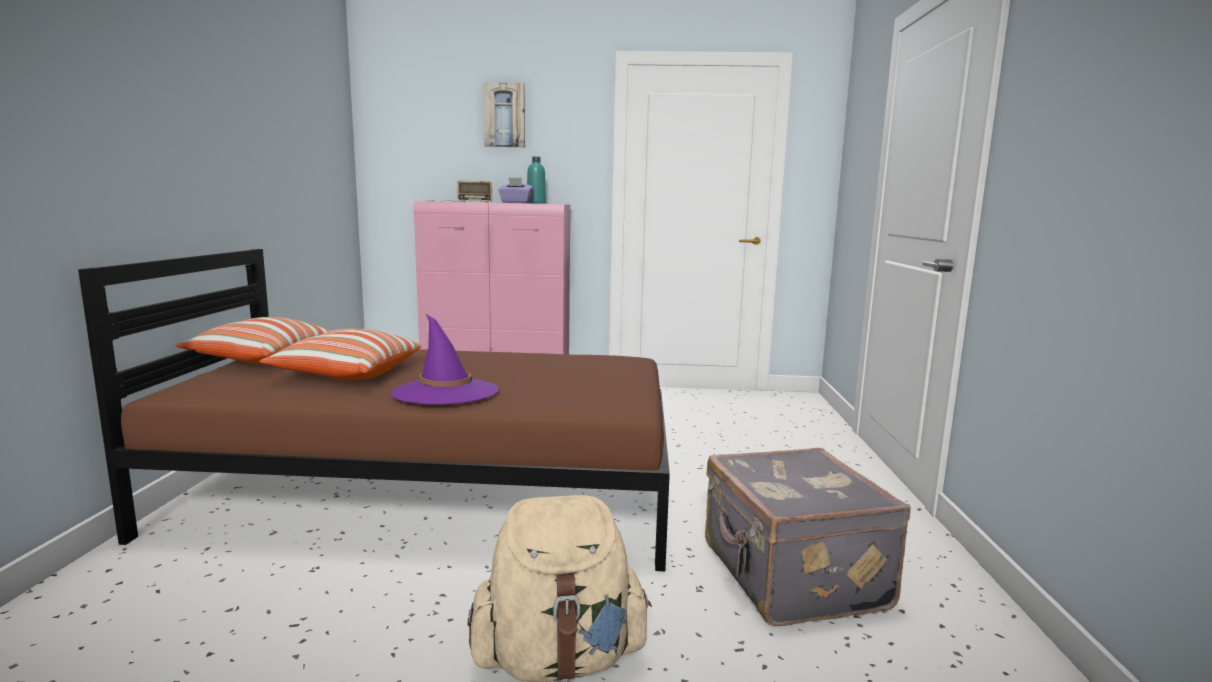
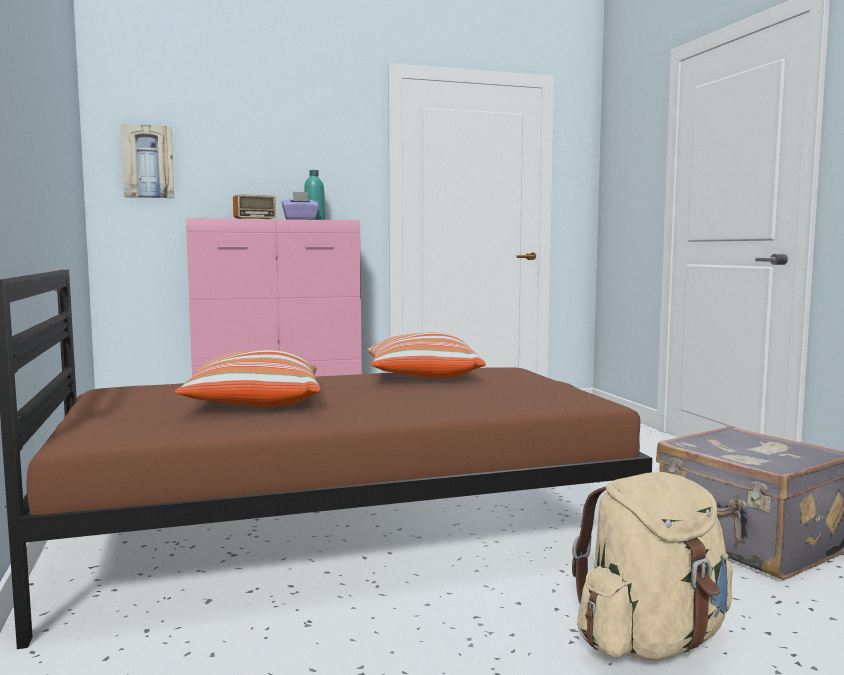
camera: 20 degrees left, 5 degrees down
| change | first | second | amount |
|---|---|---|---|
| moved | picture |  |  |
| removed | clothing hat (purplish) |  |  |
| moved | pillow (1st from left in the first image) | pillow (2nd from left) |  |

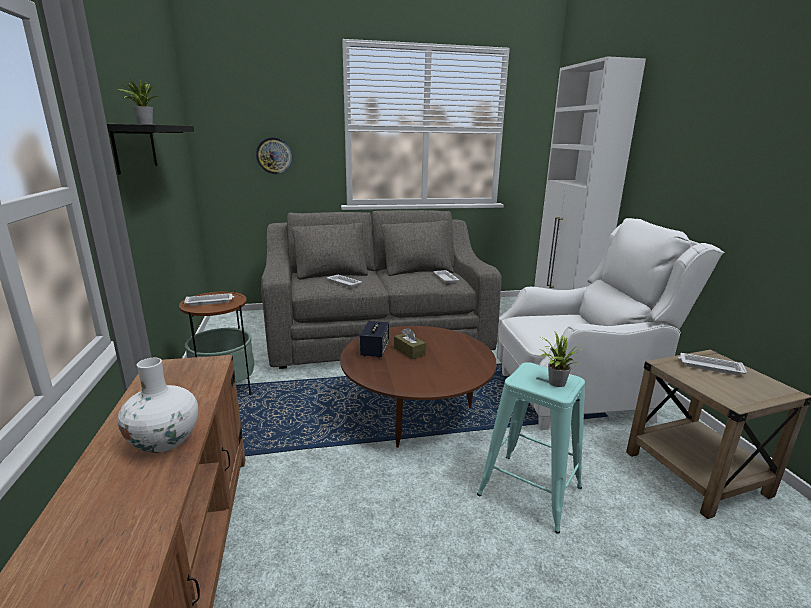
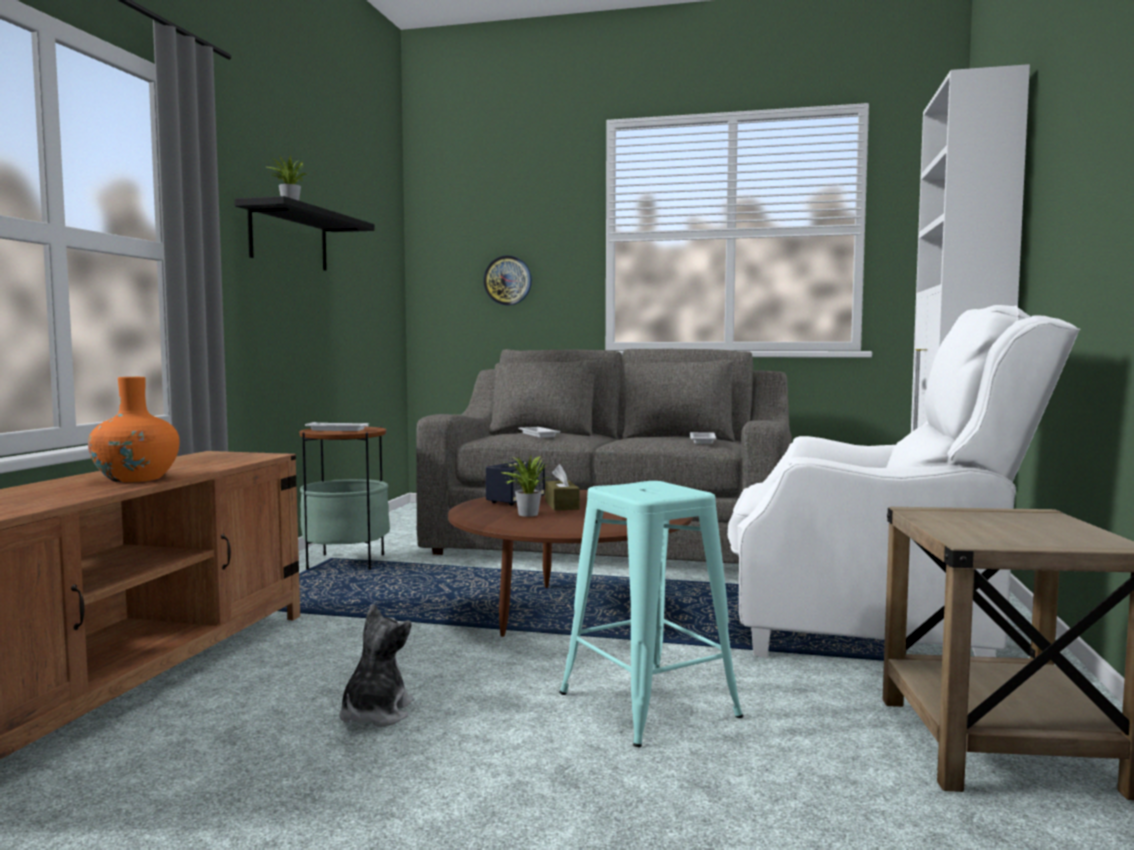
camera: 25 degrees right, 15 degrees down
| change | first | second | amount |
|---|---|---|---|
| moved | houseplant (2nd from left) |  |  |
| removed | serving tray (white) (4th from left) |  |  |
| recoloured | decorative vase (white) | decorative vase (orange-coloured) |  |
| added |  | cuddly toy |  |

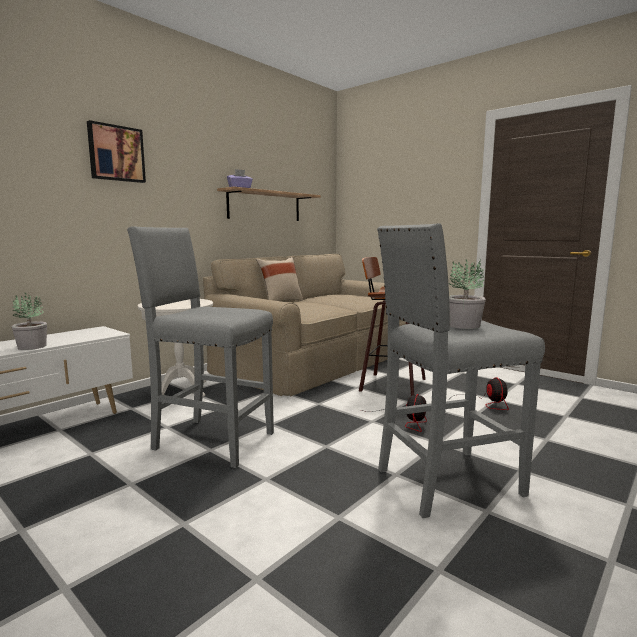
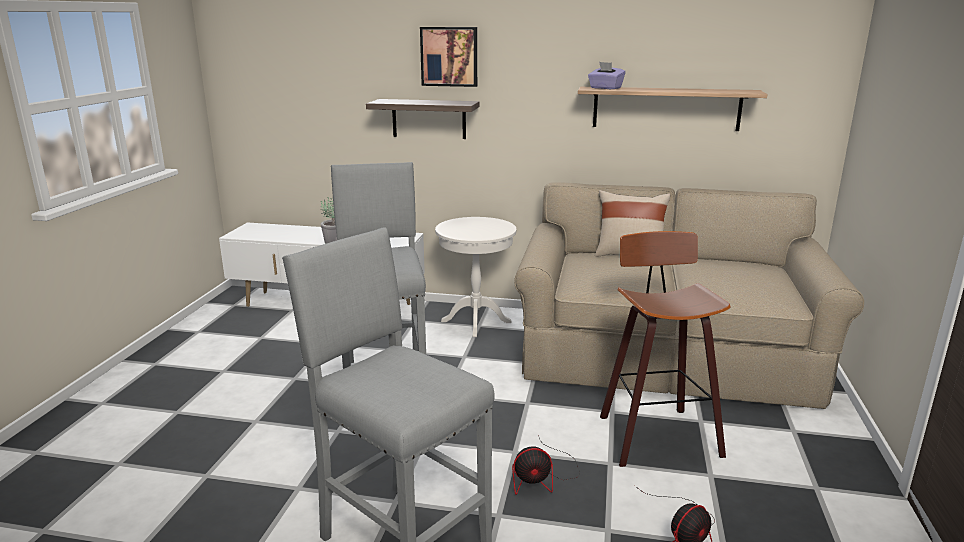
camera: 60 degrees right, 10 degrees up
| change | first | second | amount |
|---|---|---|---|
| removed | houseplant (2nd from left) |  |  |
| added |  | wall shelf (1st from left) |  |

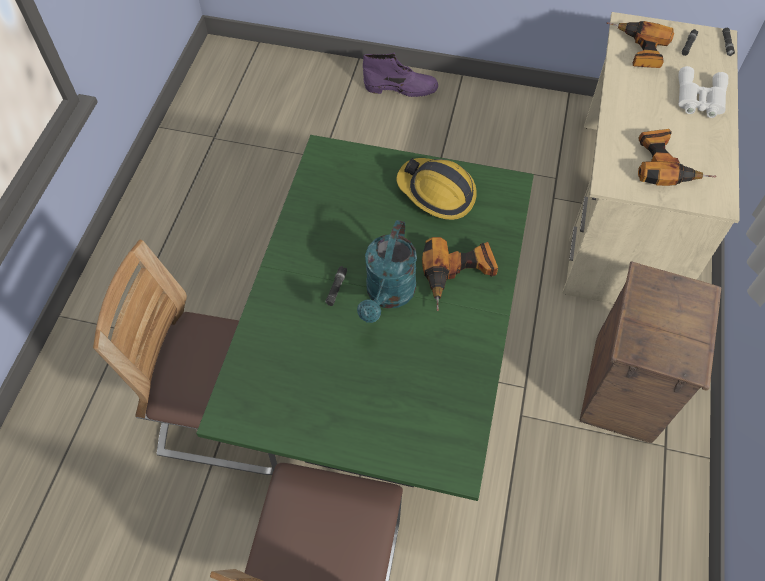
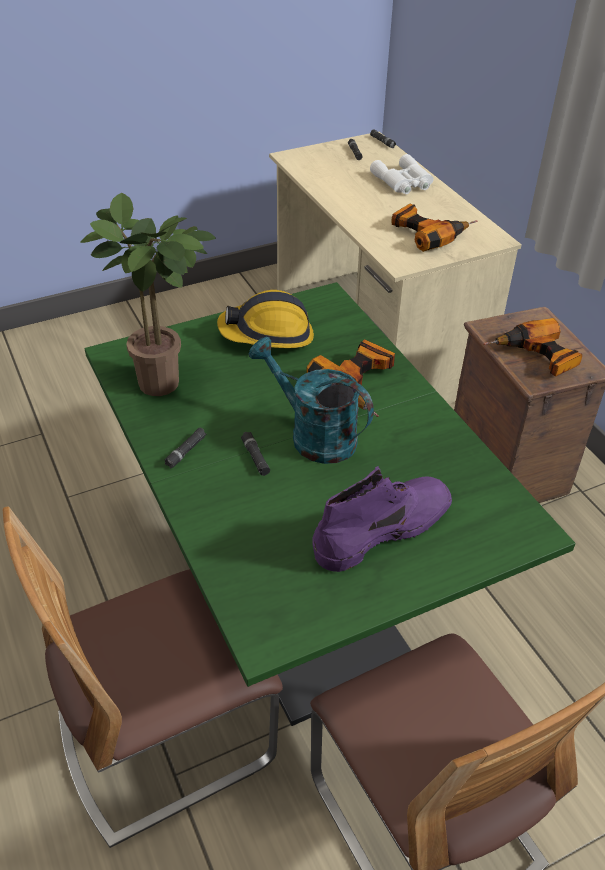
camera: 40 degrees left, 15 degrees down
| change | first | second | amount |
|---|---|---|---|
| moved | power drill (2nd from left in the first image) | power drill (3rd from left) |  |
| moved | boot (purplish) |  |  |
| turned | watering pot (turquoise) |  | 150 degrees clockwise |
| added |  | houseplant |  |
| added |  | hand torch (blackish) (1st from left) |  |

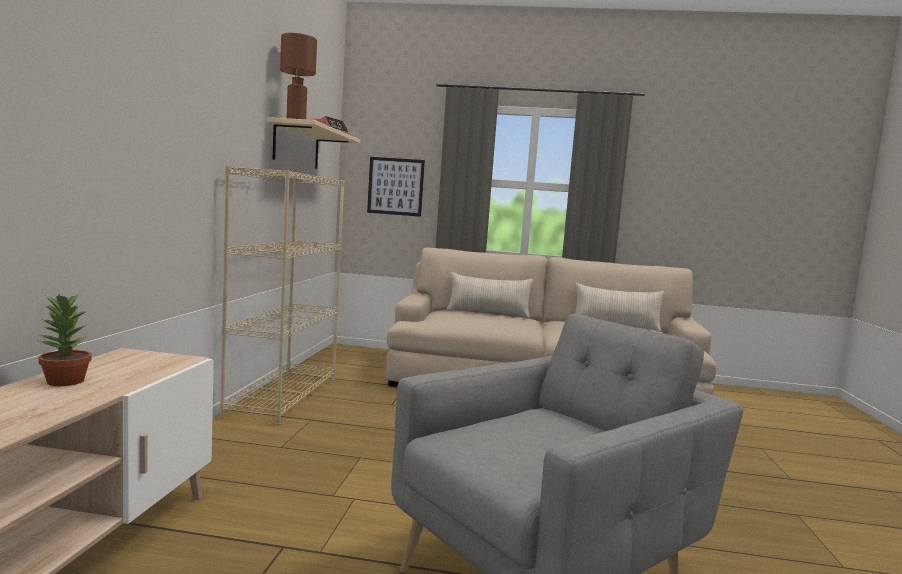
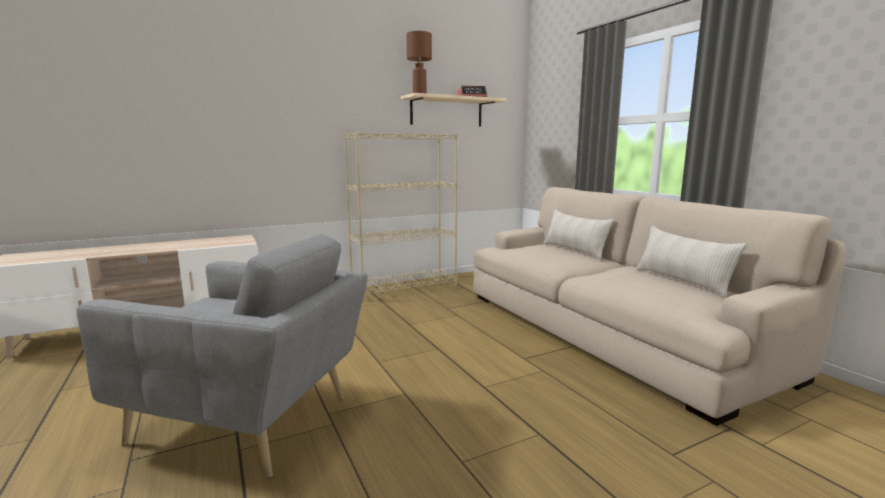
camera: 55 degrees right, 5 degrees up
| change | first | second | amount |
|---|---|---|---|
| removed | picture |  |  |
| removed | houseplant |  |  |

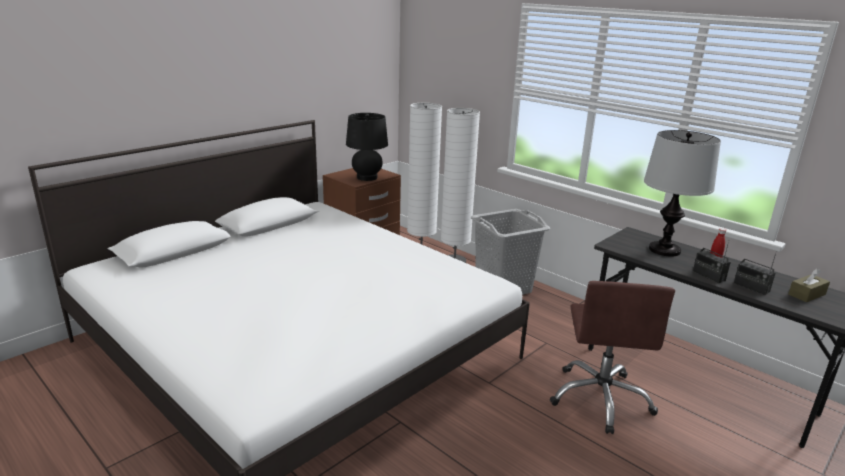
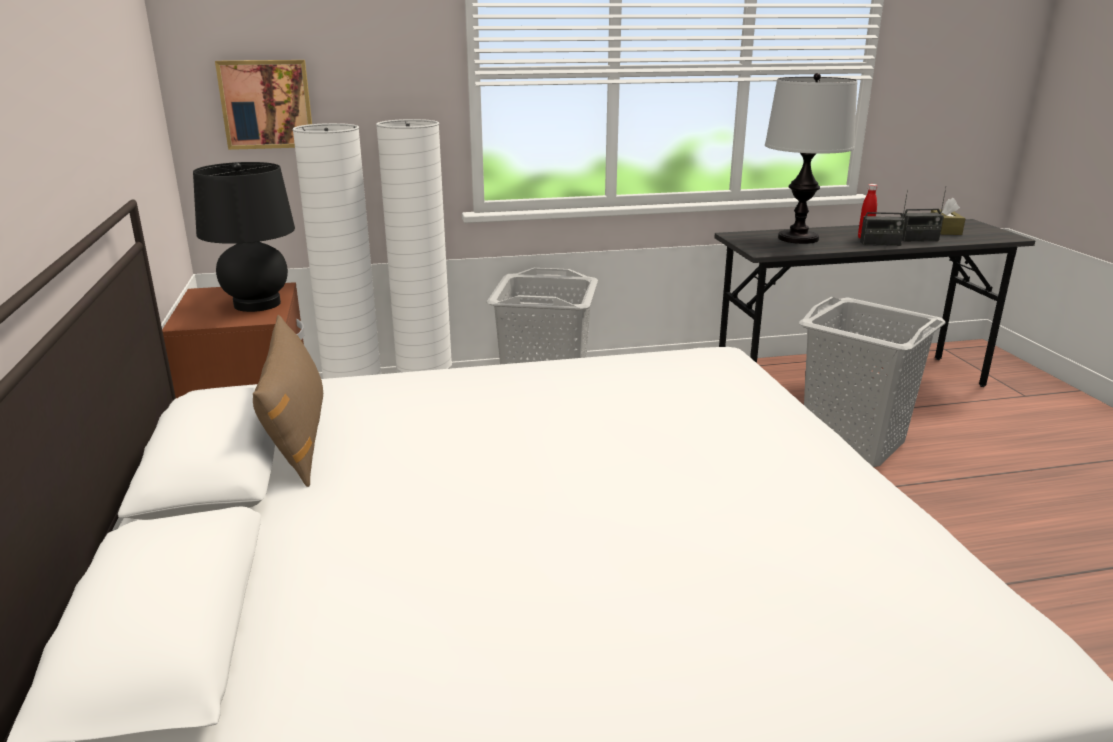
camera: 55 degrees left, 0 degrees up
| change | first | second | amount |
|---|---|---|---|
| replaced | computer chair (brown-coloured) | washing basket (gray) (2nd from left) |  |
| added |  | picture |  |
| added |  | pillow (brown-coloured) |  |

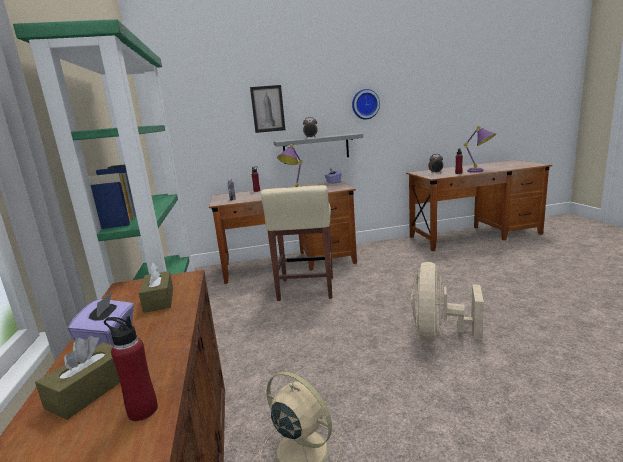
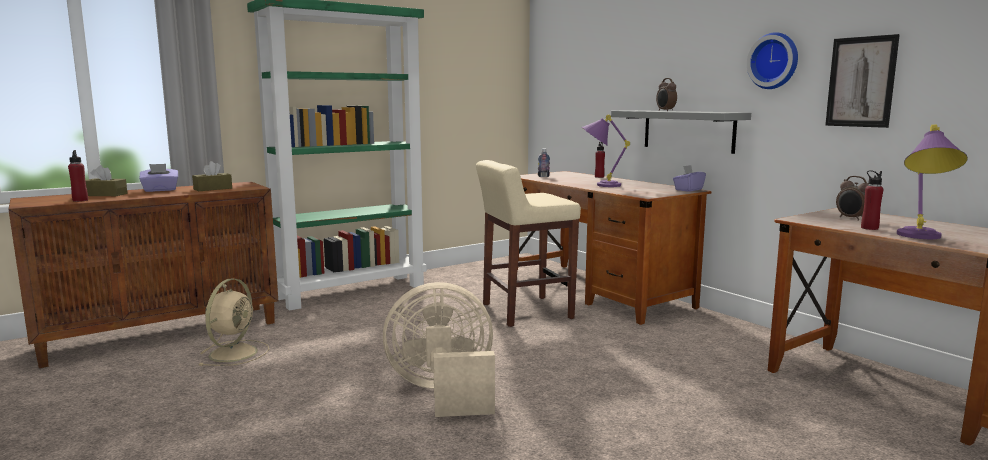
camera: 65 degrees right, 5 degrees down
| change | first | second | amount |
|---|---|---|---|
| moved | picture |  |  |

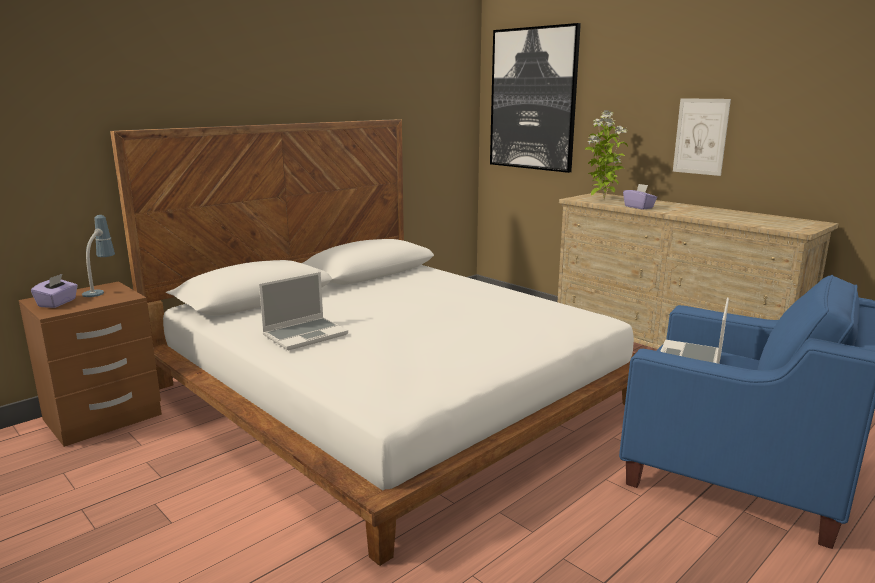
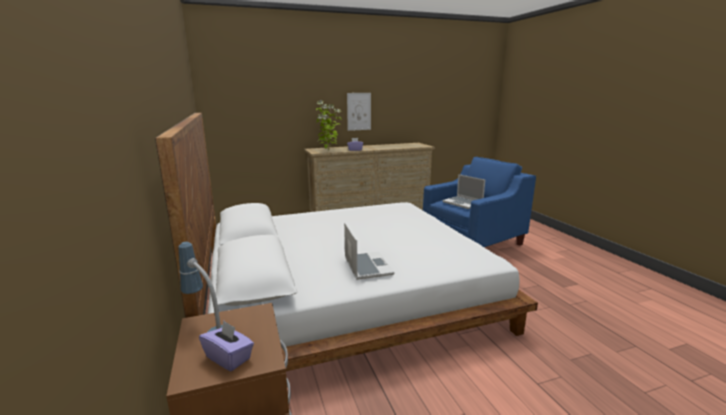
camera: 65 degrees left, 0 degrees up
| change | first | second | amount |
|---|---|---|---|
| removed | picture (1st from left) |  |  |

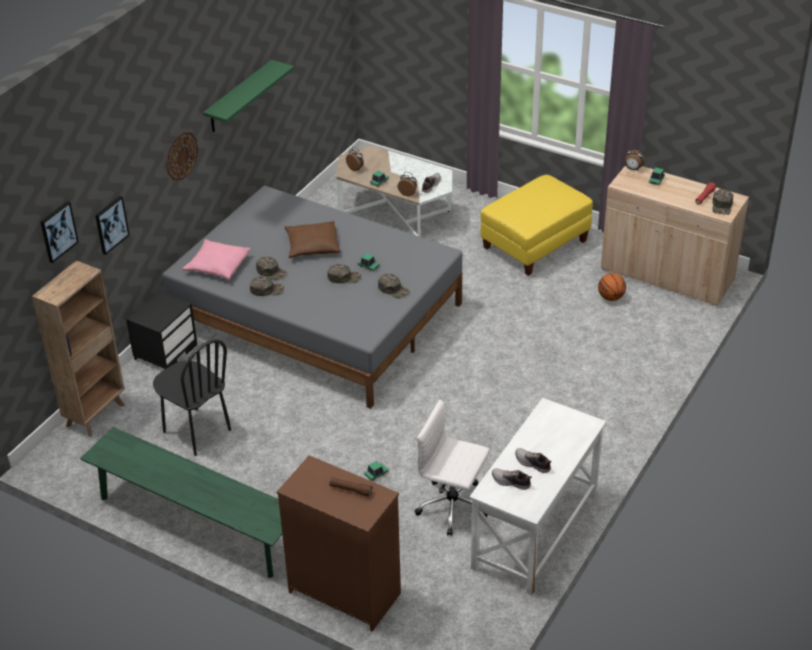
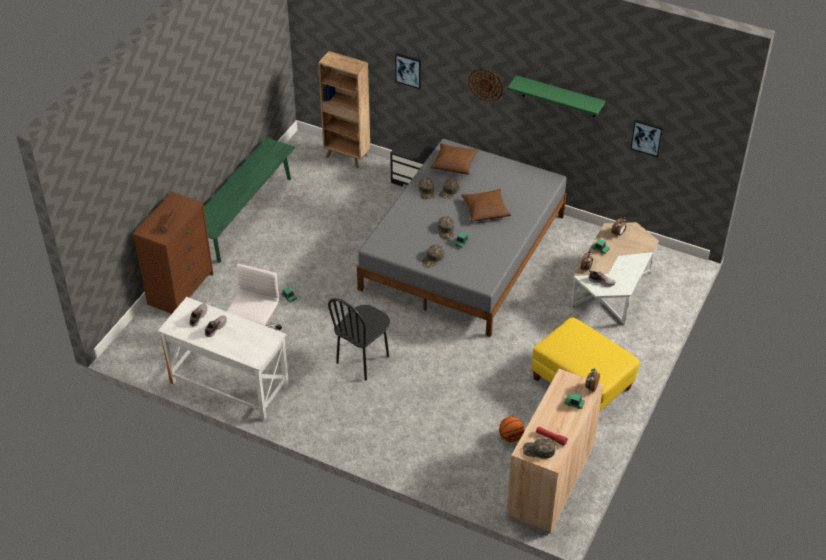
camera: 85 degrees right, 5 degrees up
| change | first | second | amount |
|---|---|---|---|
| moved | picture (1st from left in the first image) | picture (2nd from left) |  |
| recoloured | pillow (pinkish) | pillow (brown-coloured) (1st from left) |  |
| moved | upright chair (blackish) |  |  |

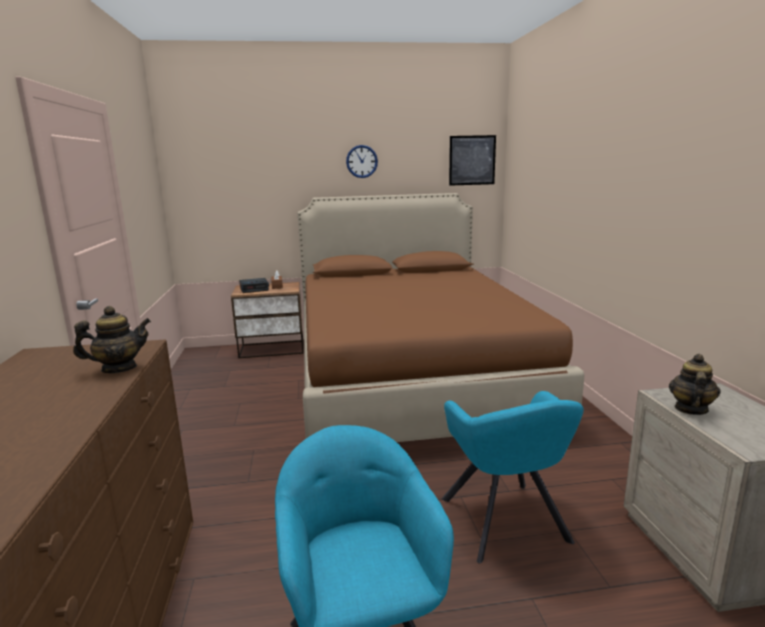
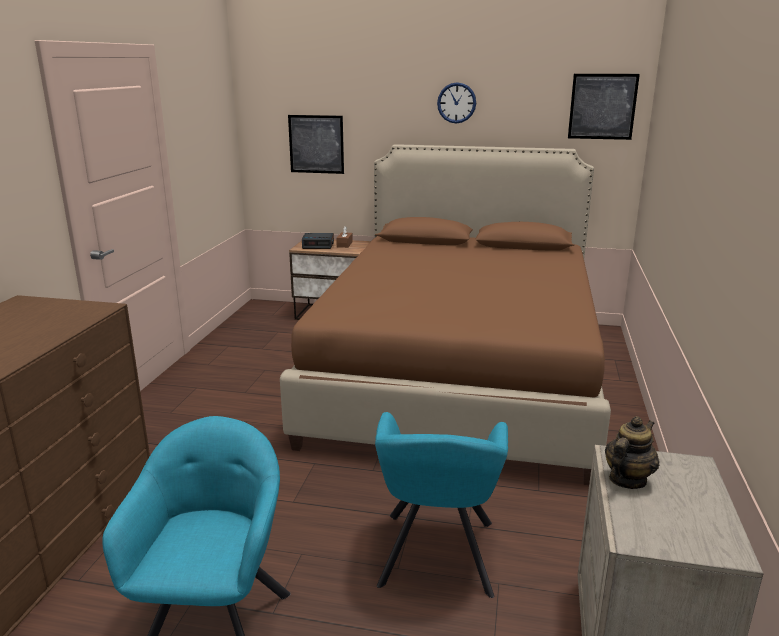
camera: 20 degrees right, 5 degrees up
| change | first | second | amount |
|---|---|---|---|
| removed | pot for tea (1st from left) |  |  |
| added |  | picture (1st from left) |  |

